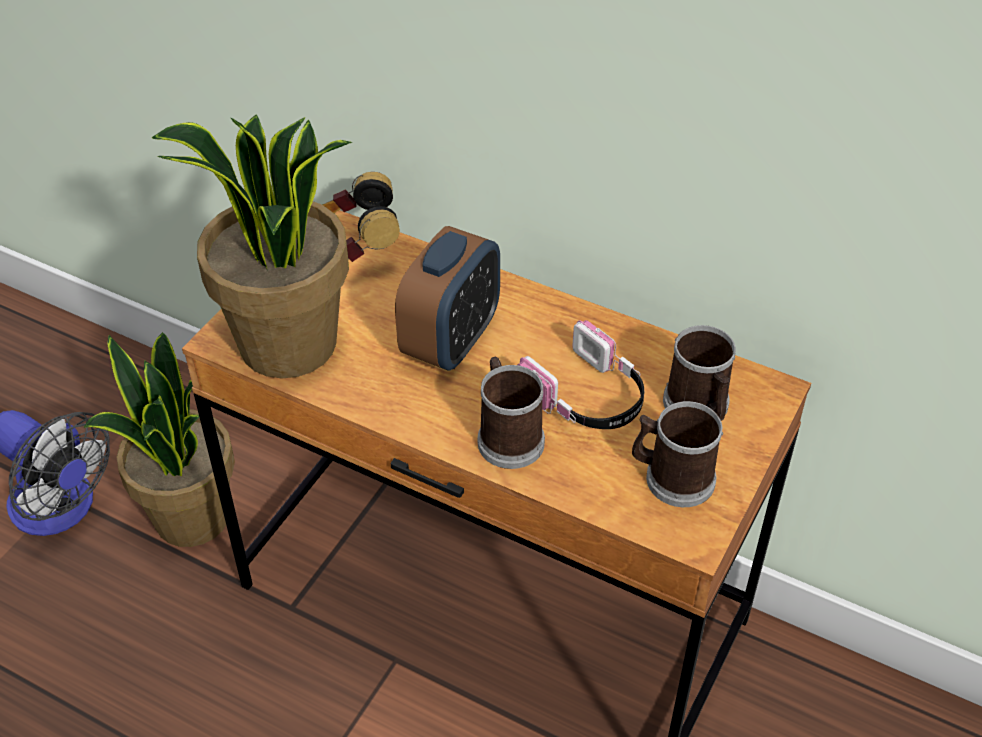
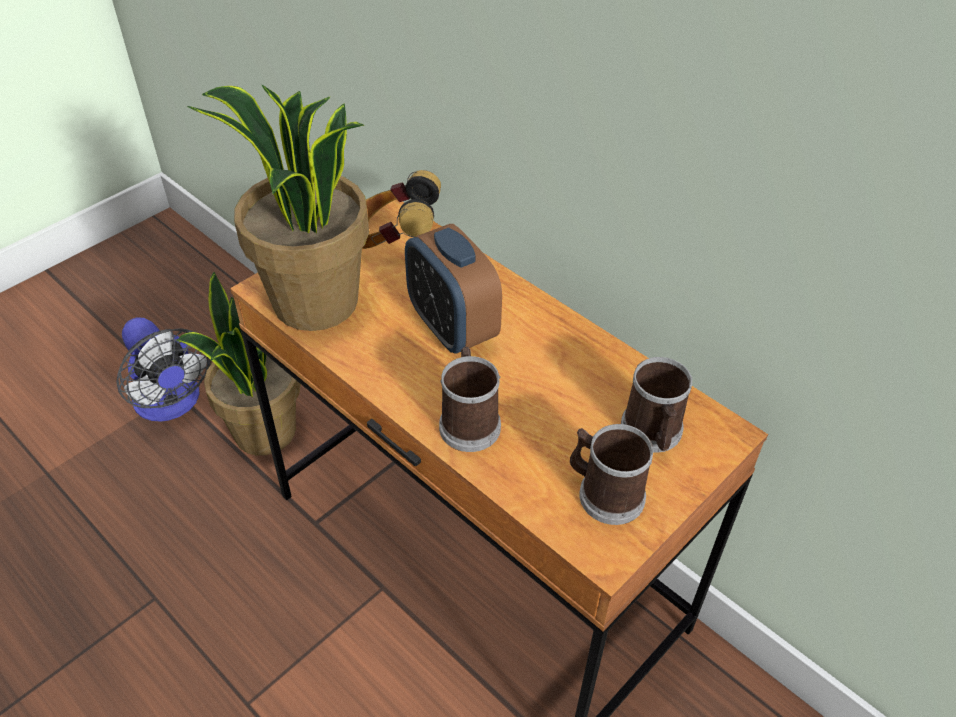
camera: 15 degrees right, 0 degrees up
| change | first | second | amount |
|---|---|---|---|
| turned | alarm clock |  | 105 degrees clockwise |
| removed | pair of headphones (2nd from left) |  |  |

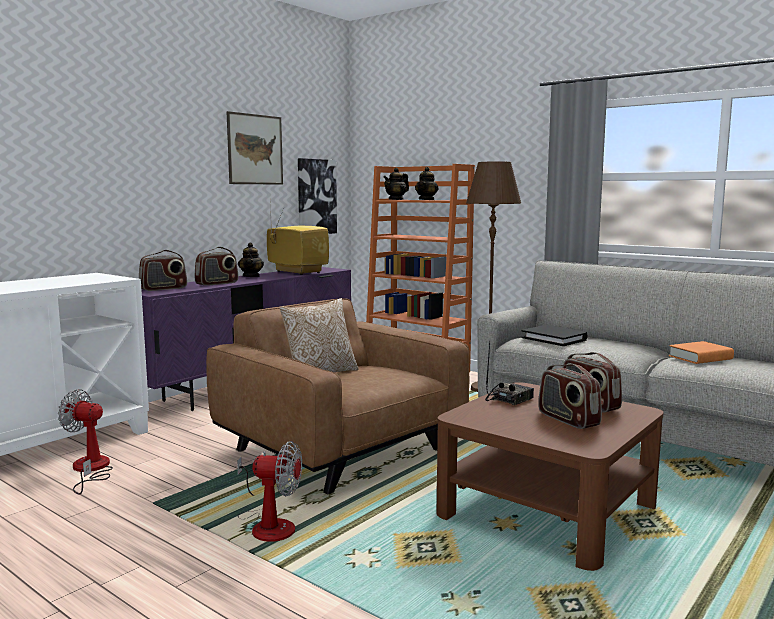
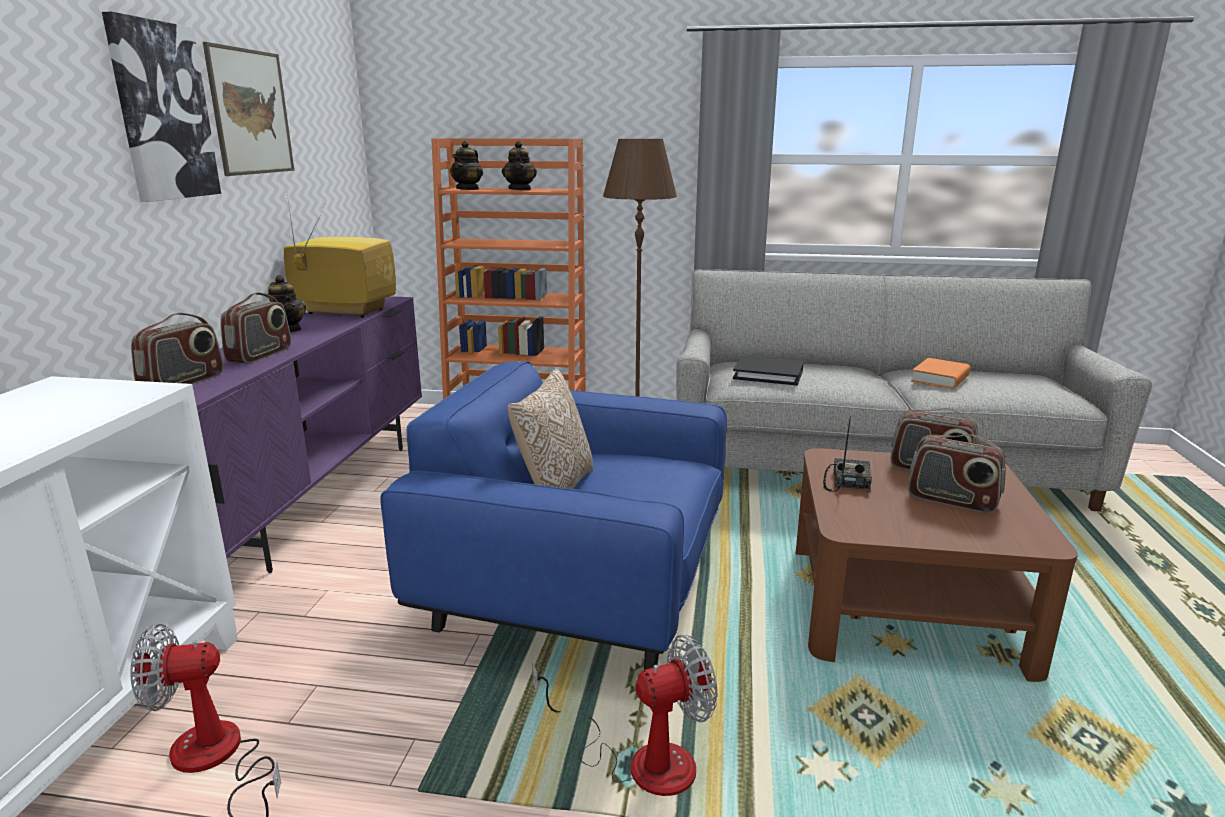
camera: 30 degrees left, 10 degrees up
| change | first | second | amount |
|---|---|---|---|
| moved | picture (2nd from left in the first image) | picture (1st from left) |  |
| recoloured | lounge chair (brown-coloured) | lounge chair (blue-coloured) |  |

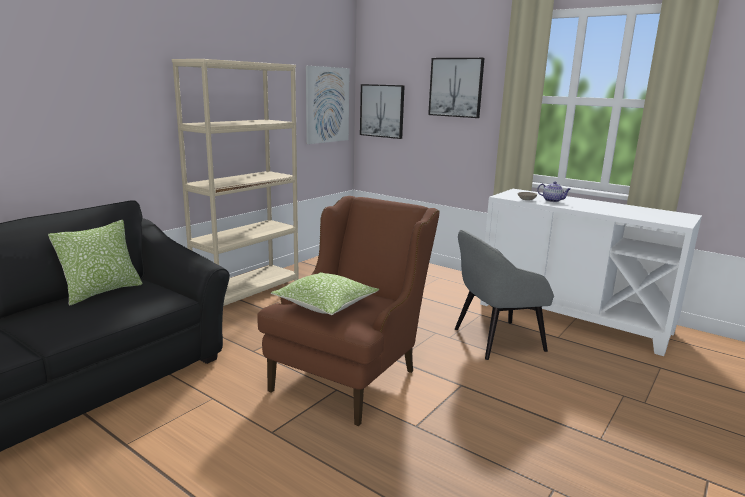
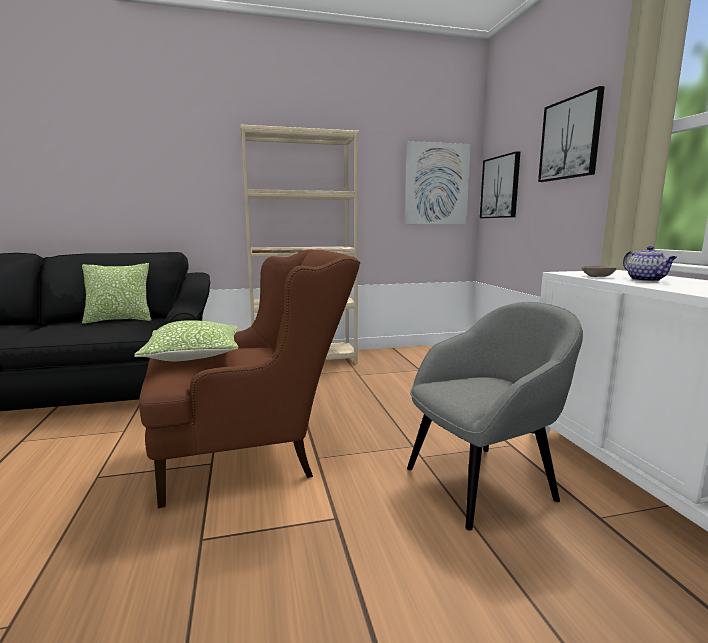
camera: 40 degrees right, 5 degrees down
| change | first | second | amount |
|---|---|---|---|
| turned | lounge chair (gray) |  | 135 degrees clockwise |

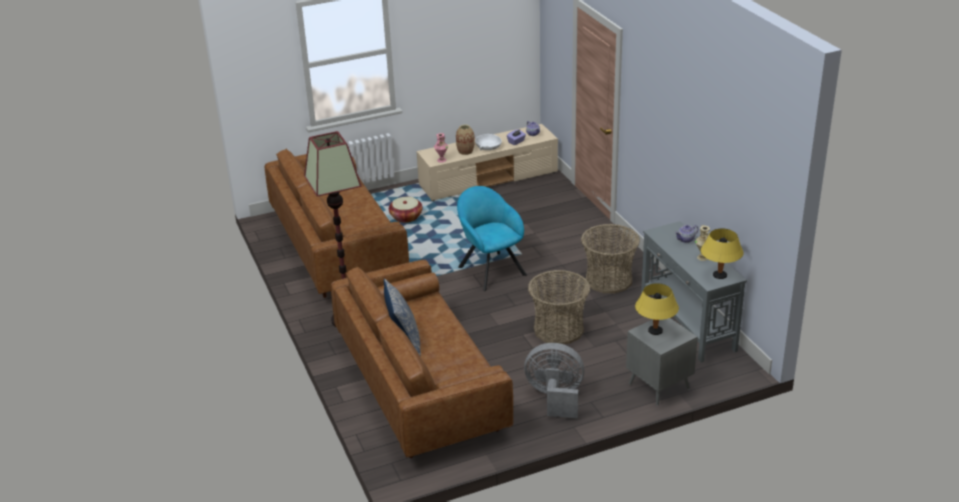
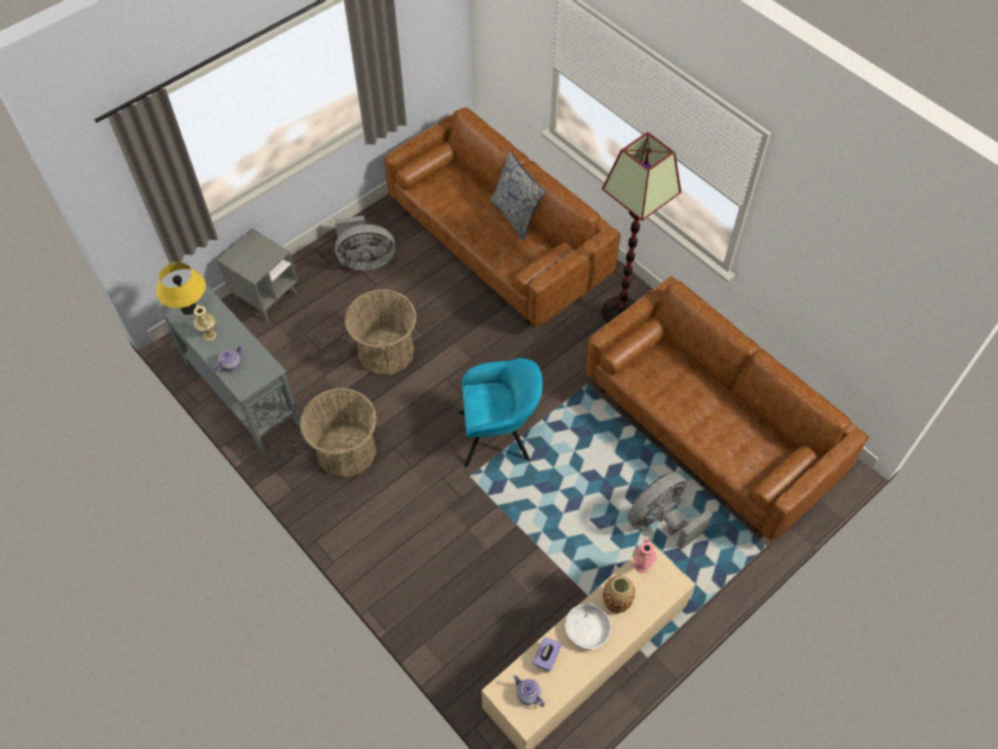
camera: 160 degrees right, 25 degrees up
| change | first | second | amount |
|---|---|---|---|
| turned | lounge chair (turquoise) |  | 45 degrees counterclockwise |
| replaced | household basket (1st from left) | fan (gray) (2nd from left) |  |
| removed | table lamp (yellowish) (1st from left) |  |  |

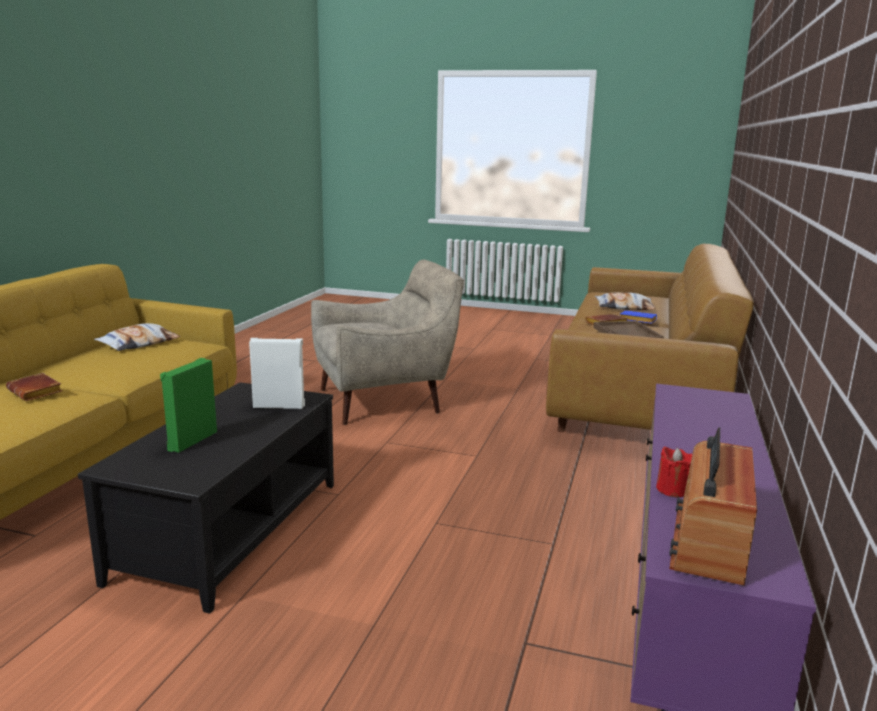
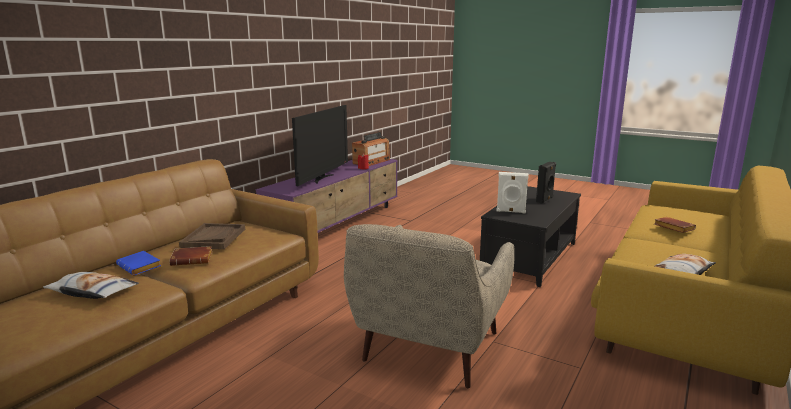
camera: 165 degrees left, 0 degrees up
| change | first | second | amount |
|---|---|---|---|
| turned | lounge chair (beige) |  | 60 degrees counterclockwise |
| recoloured | loudspeaker (greenish) | loudspeaker (blackish) |  |
| added |  | TV |  |

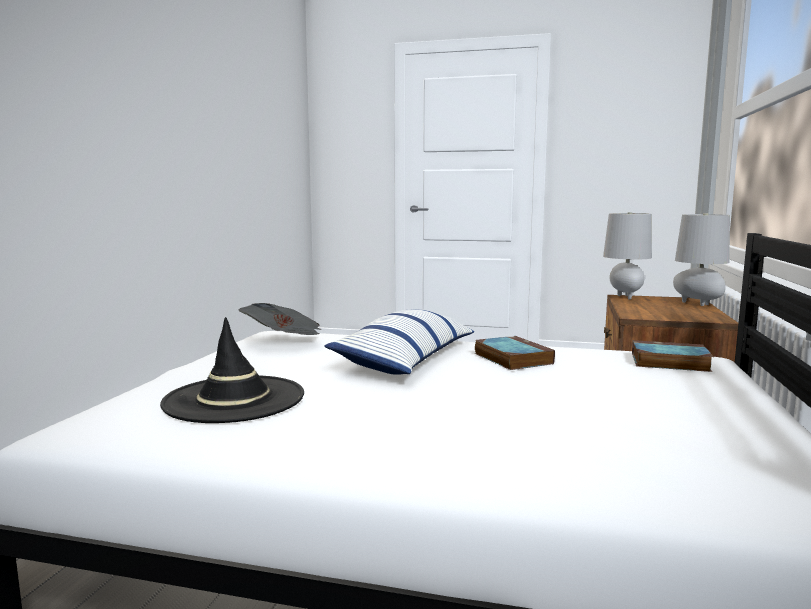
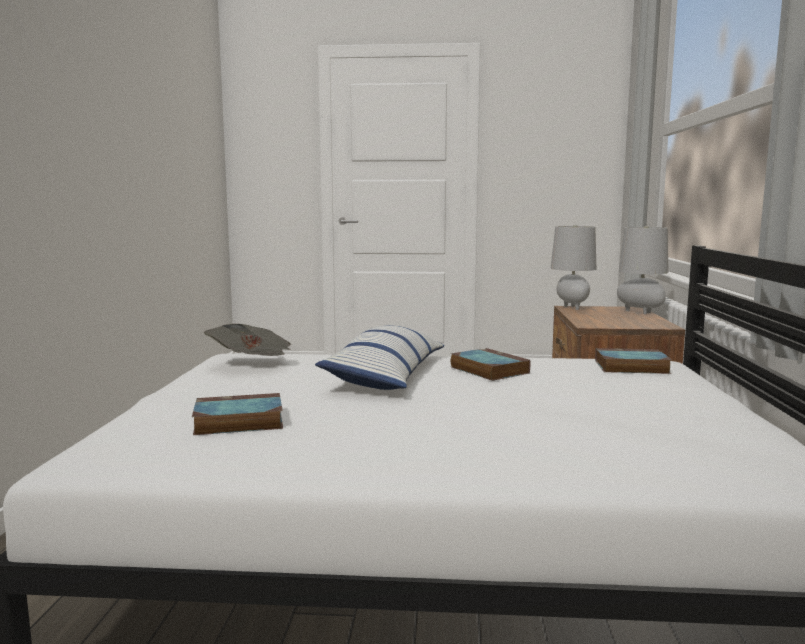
camera: 10 degrees left, 0 degrees up
| change | first | second | amount |
|---|---|---|---|
| replaced | clothing hat (blackish) | volume (1st from left) |  |

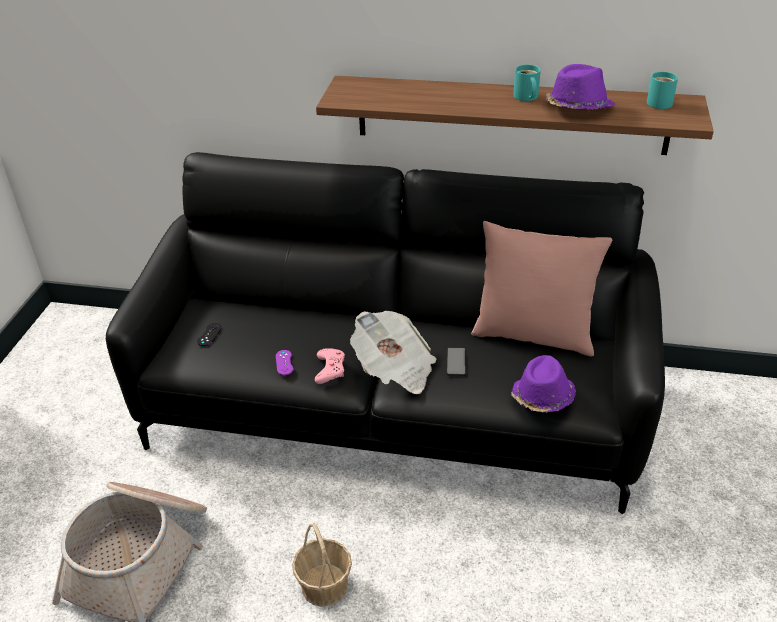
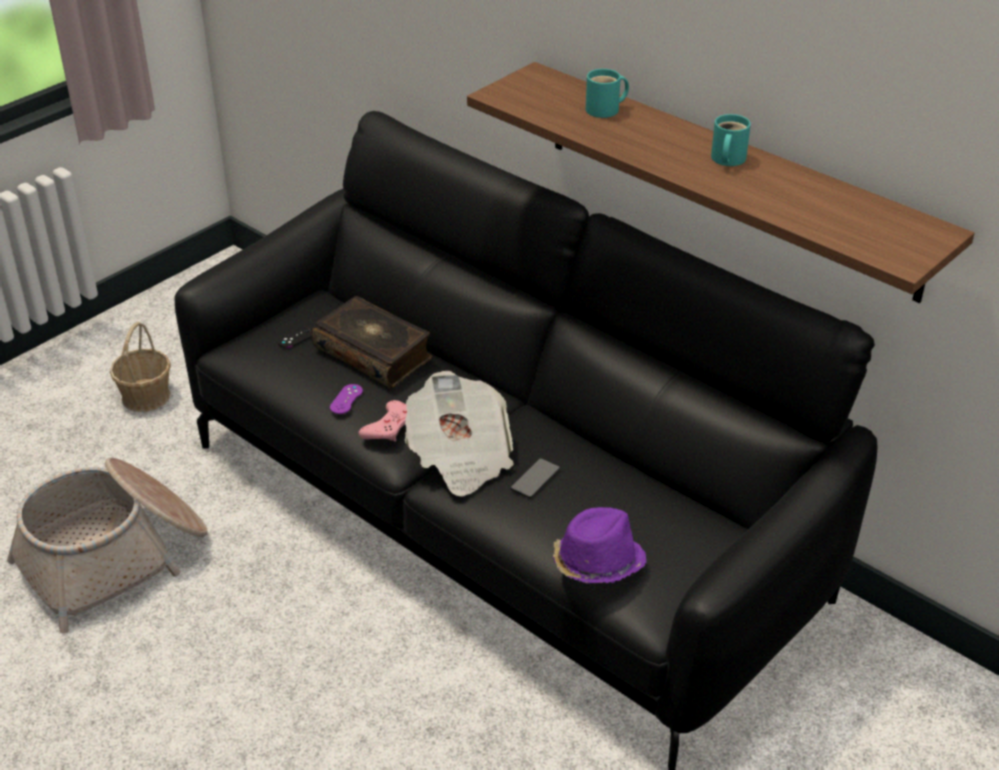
camera: 30 degrees right, 0 degrees up
| change | first | second | amount |
|---|---|---|---|
| removed | clothing hat (purplish) (2nd from left) |  |  |
| moved | tea mug (turquoise) (2nd from left in the first image) | tea mug (turquoise) (1st from left) |  |
| removed | pillow (pinkish) |  |  |
| moved | household basket (2nd from left) |  |  |
| added |  | volume |  |

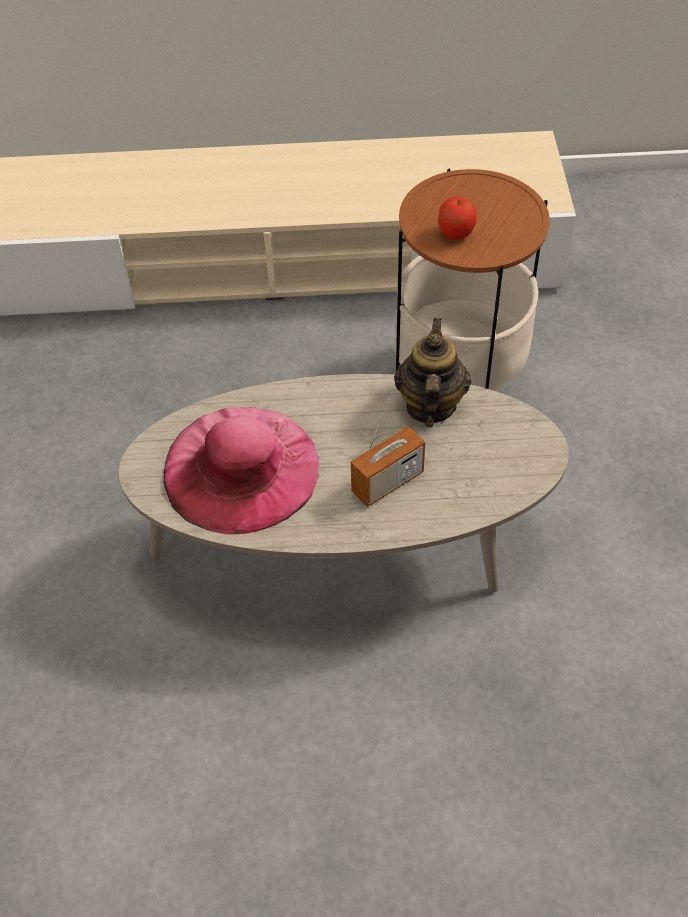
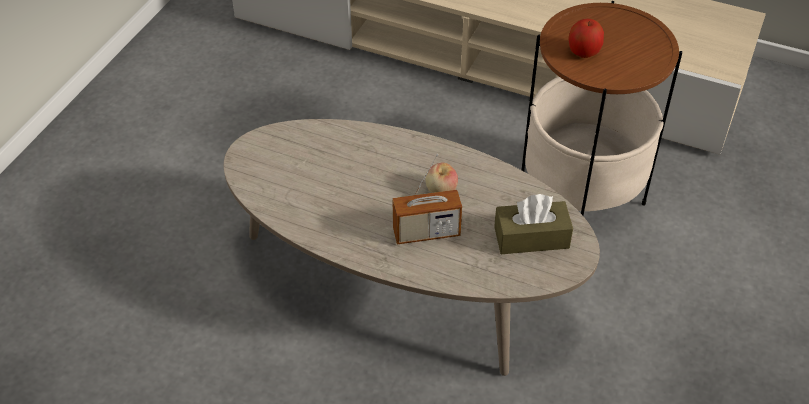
camera: 25 degrees right, 5 degrees down
| change | first | second | amount |
|---|---|---|---|
| removed | pot for tea |  |  |
| removed | clothing hat (pinkish) |  |  |
| added |  | apple fruit (1st from left) |  |
| added |  | tissue box (brown-coloured) |  |

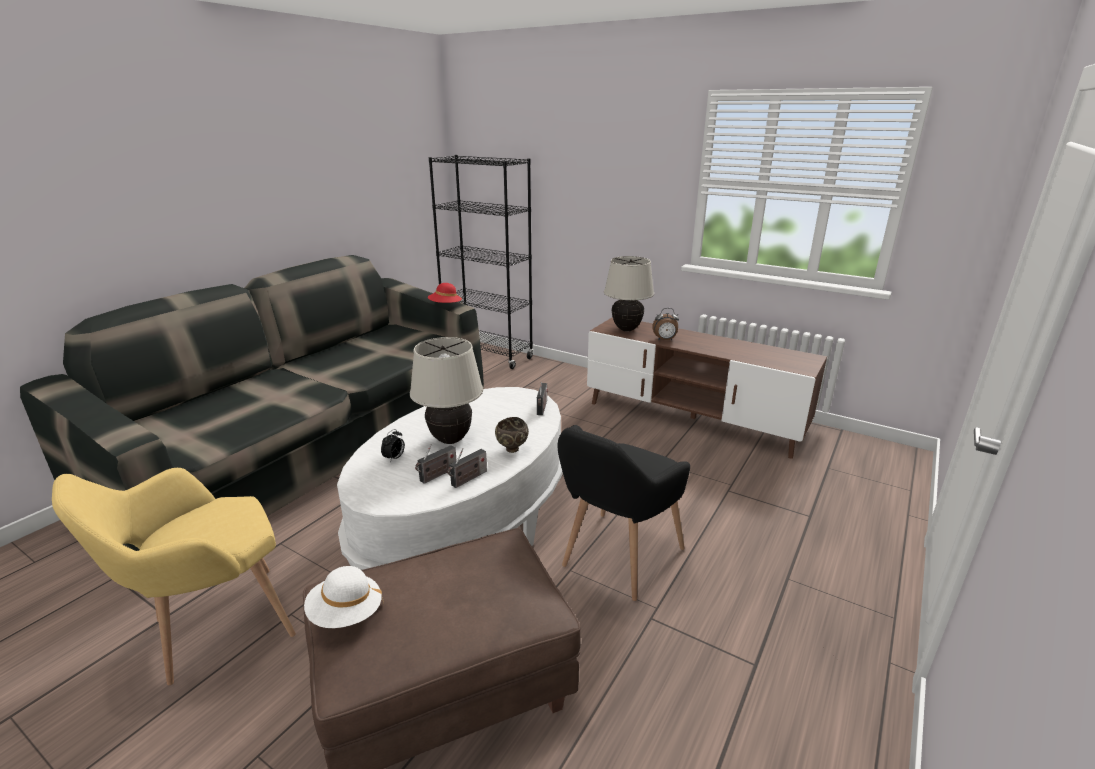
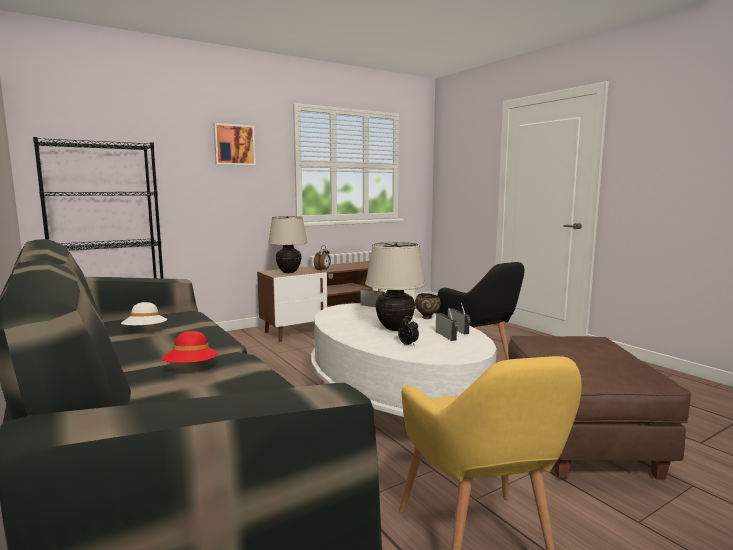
camera: 65 degrees left, 15 degrees down
| change | first | second | amount |
|---|---|---|---|
| moved | clothing hat (reddish) |  |  |
| moved | clothing hat (white) |  |  |
| added |  | picture |  |

